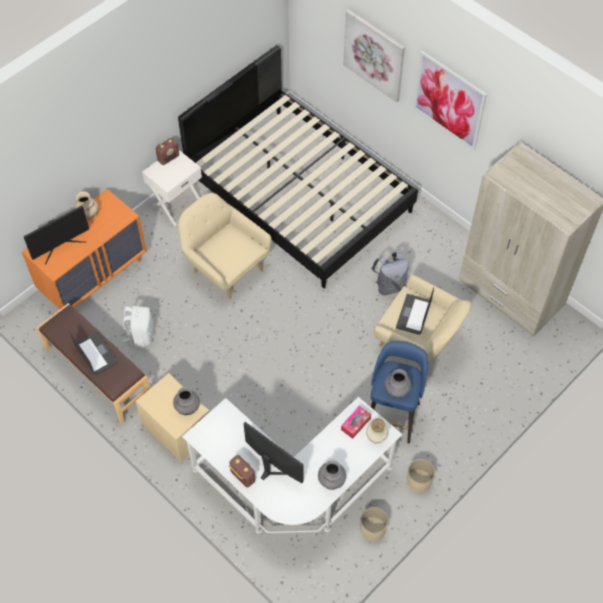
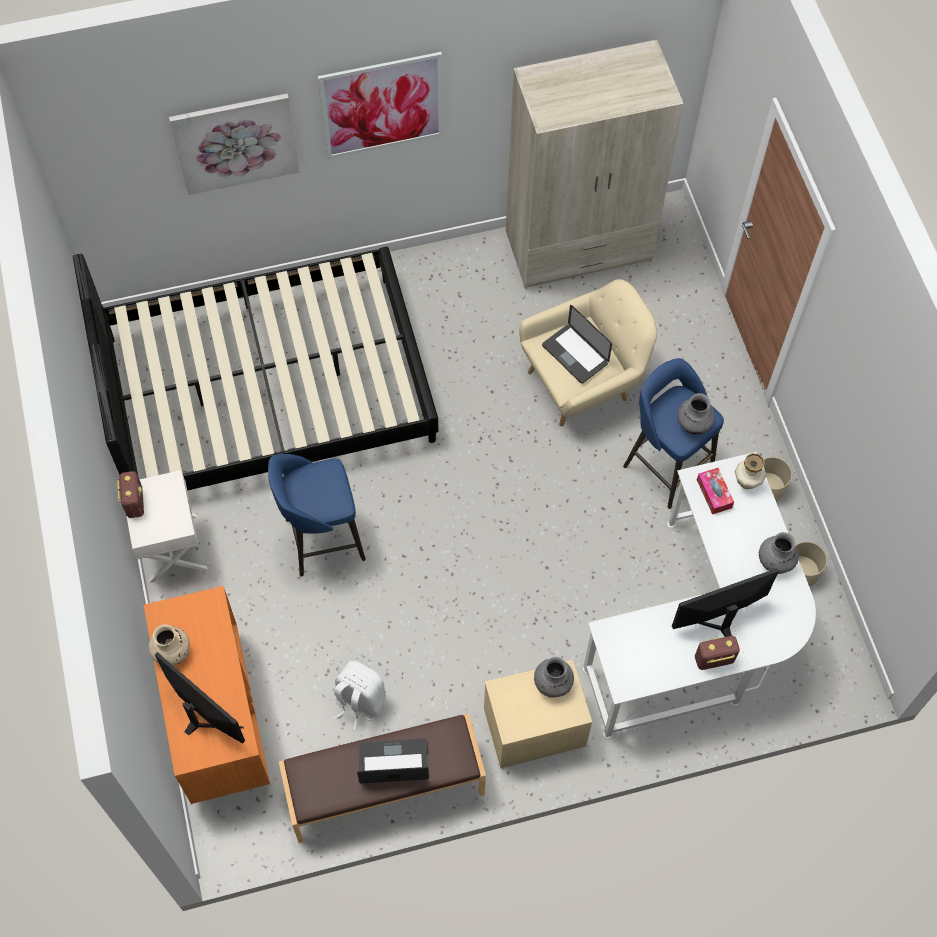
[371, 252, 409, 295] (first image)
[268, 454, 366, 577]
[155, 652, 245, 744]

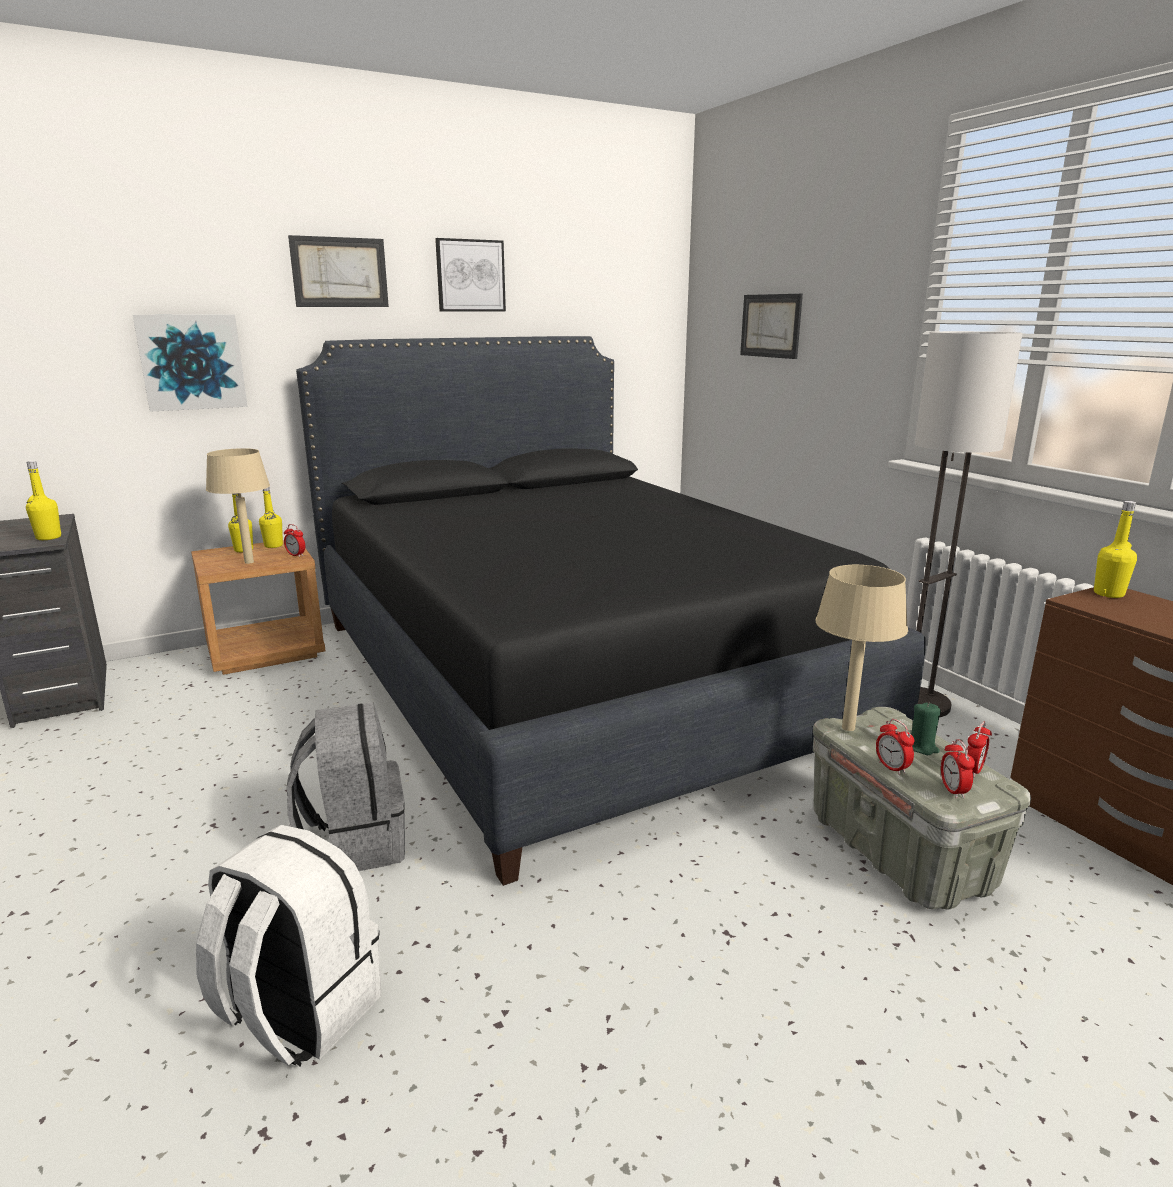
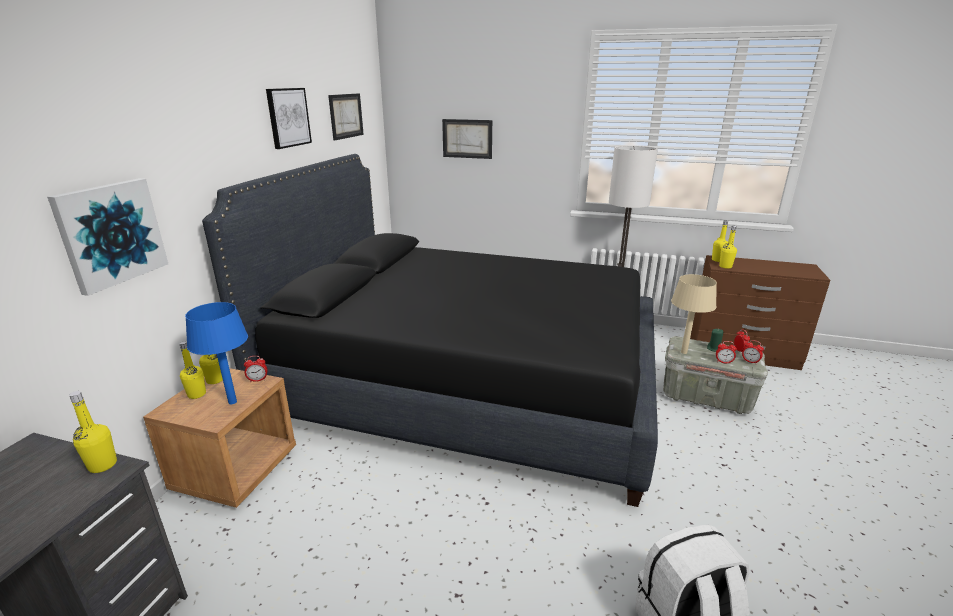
[287, 702, 405, 871] (first image)
[719, 226, 737, 269]
[328, 93, 364, 140]
[185, 302, 248, 404]

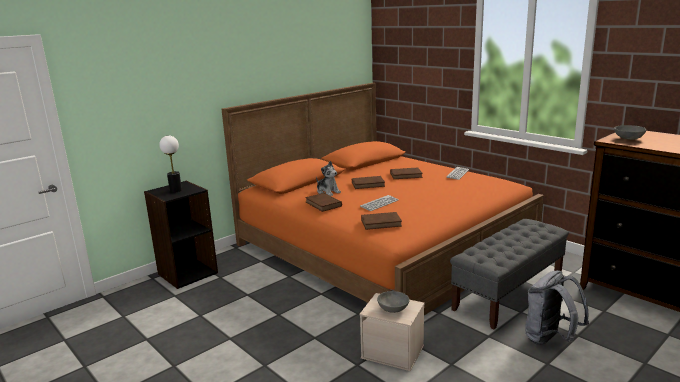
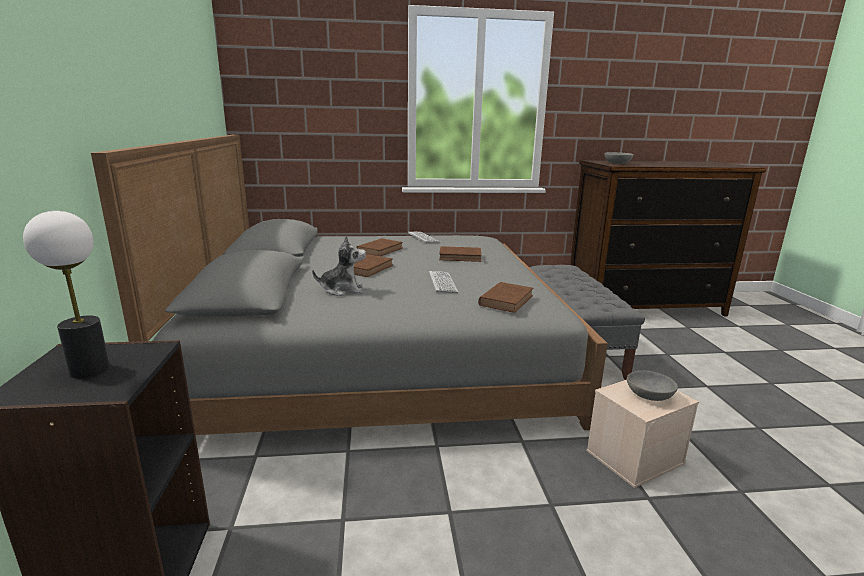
[525, 270, 589, 345] (first image)
[439, 246, 482, 262]
[91, 135, 608, 435]

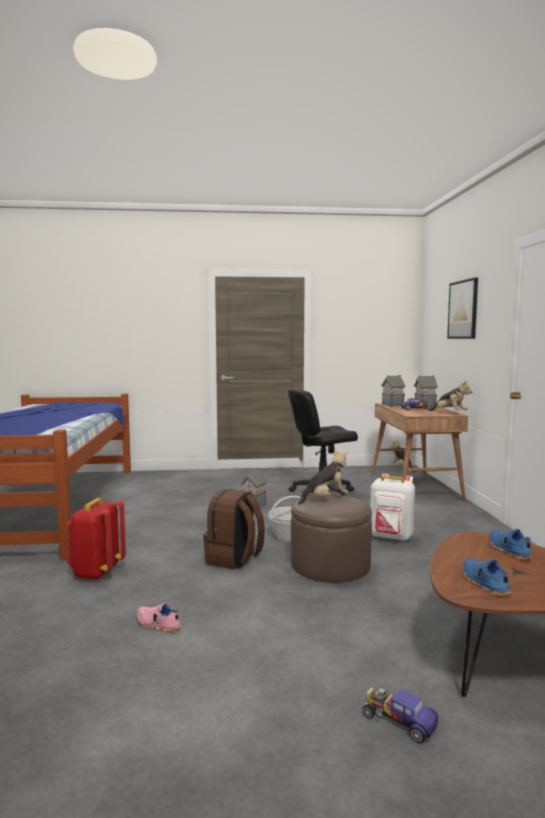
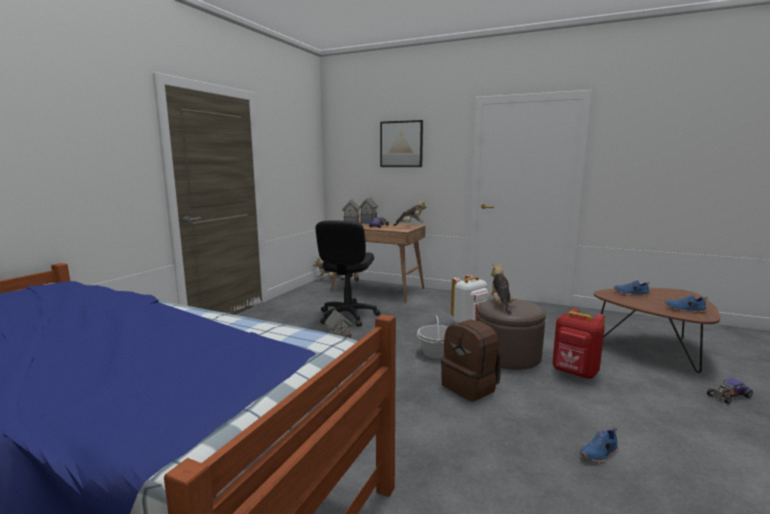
[552, 308, 605, 379]
[580, 427, 618, 463]

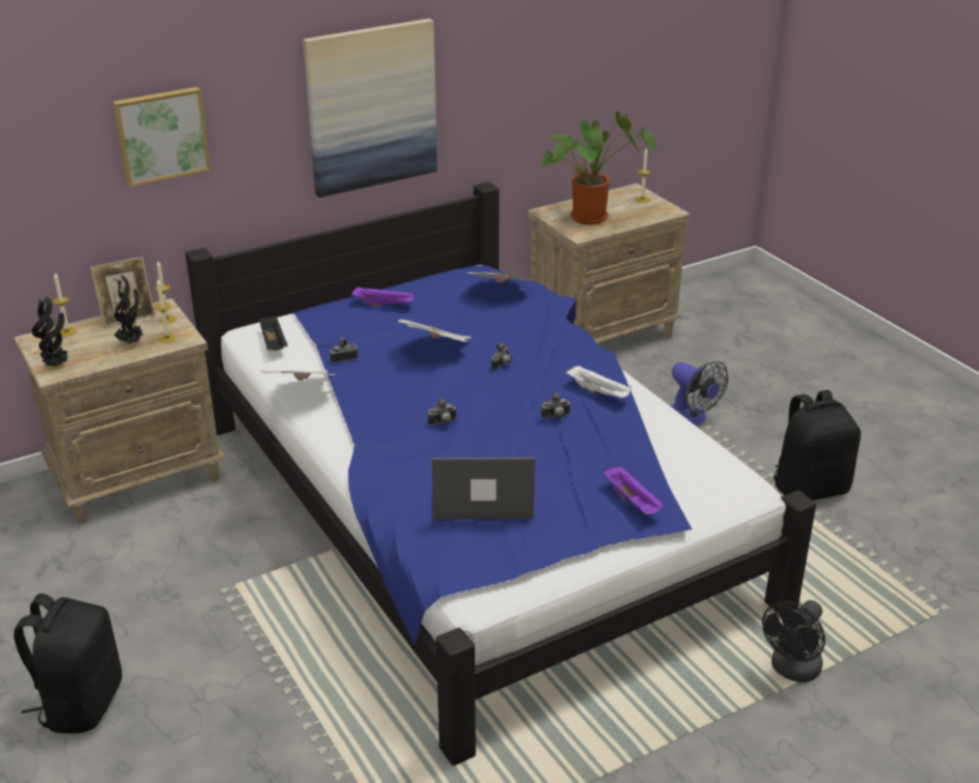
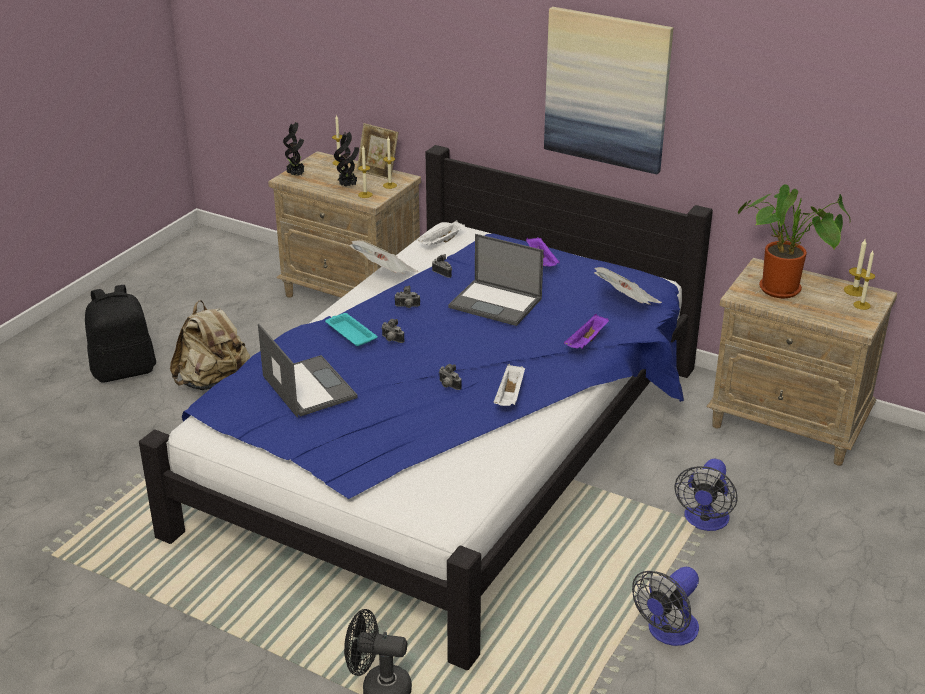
[113, 87, 211, 187] (first image)
[170, 300, 250, 390]
[325, 313, 378, 346]
[844, 239, 867, 296]
[394, 285, 420, 308]
[564, 314, 609, 349]
[448, 234, 544, 326]
[632, 567, 699, 646]
[416, 220, 465, 245]

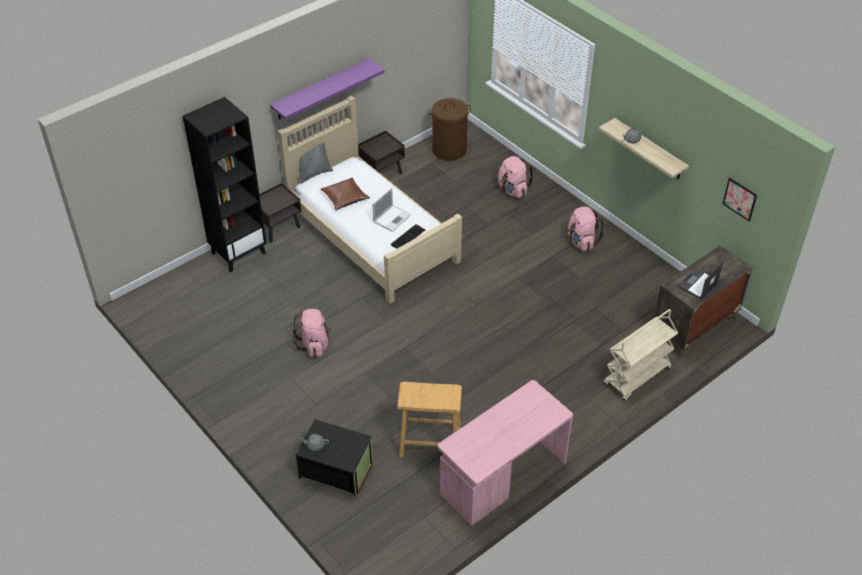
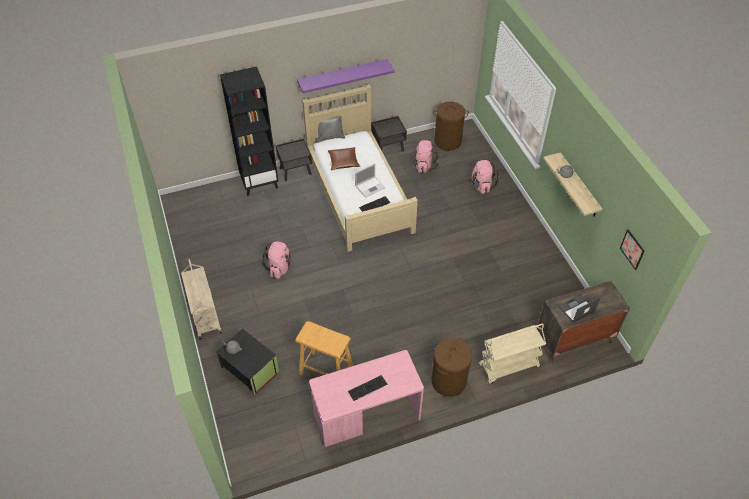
[181, 259, 222, 339]
[348, 375, 387, 401]
[431, 338, 472, 397]
[412, 140, 438, 173]

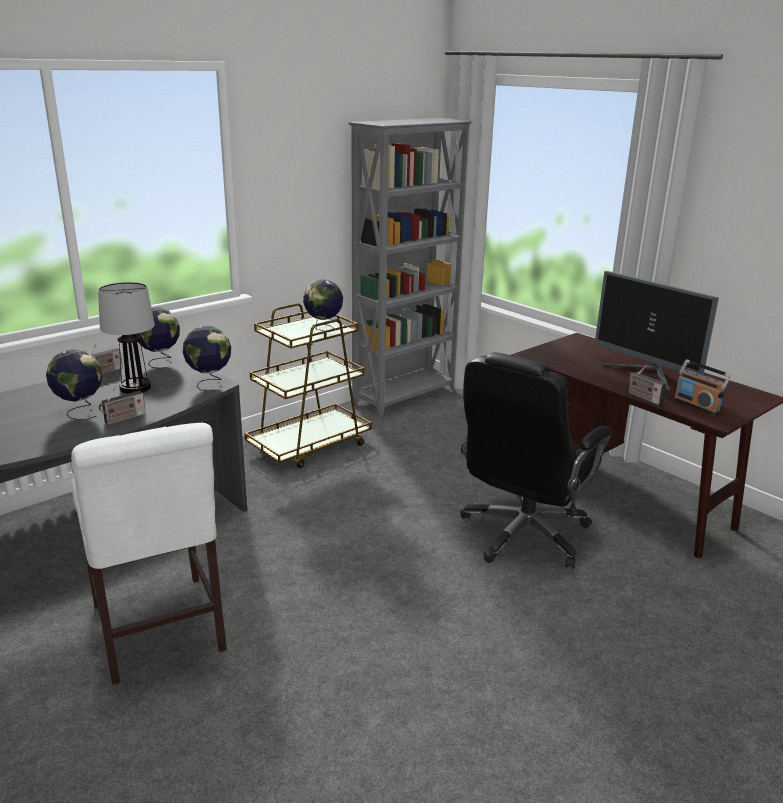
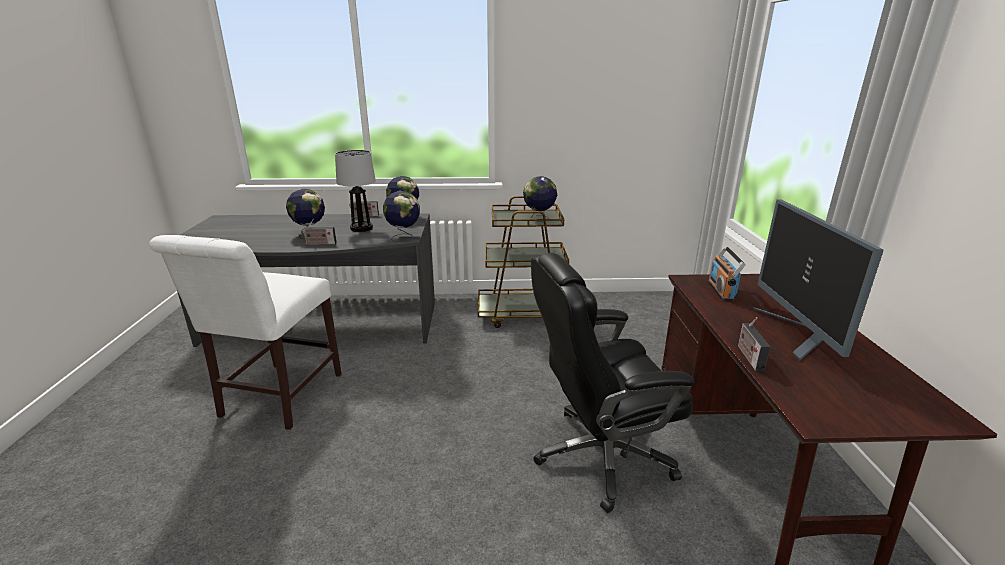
[348, 118, 472, 417] (first image)
[708, 246, 746, 301]

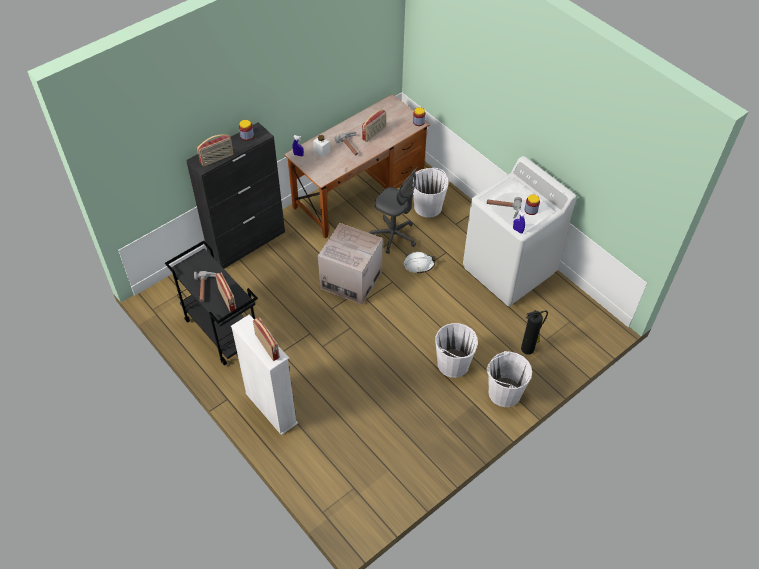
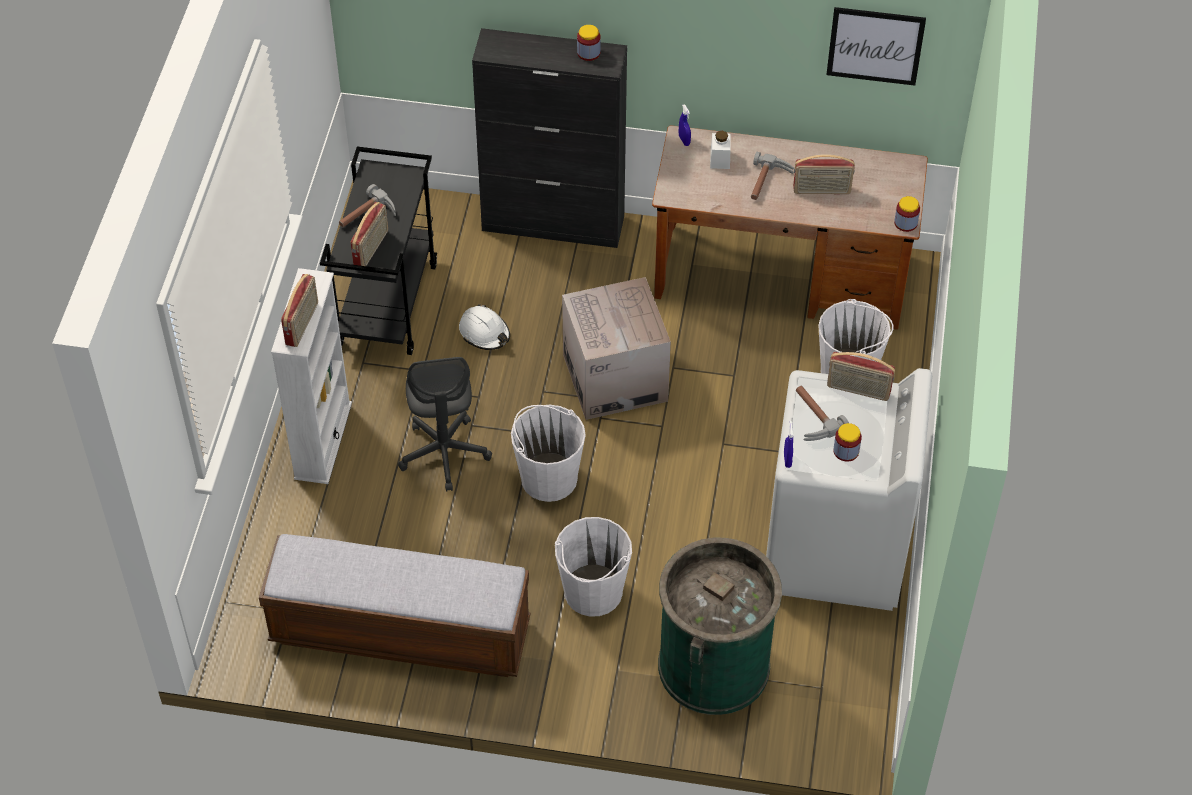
[259, 534, 531, 677]
[826, 7, 926, 86]
[827, 352, 895, 401]
[398, 357, 492, 492]
[459, 304, 510, 350]
[511, 404, 586, 502]
[658, 538, 782, 715]

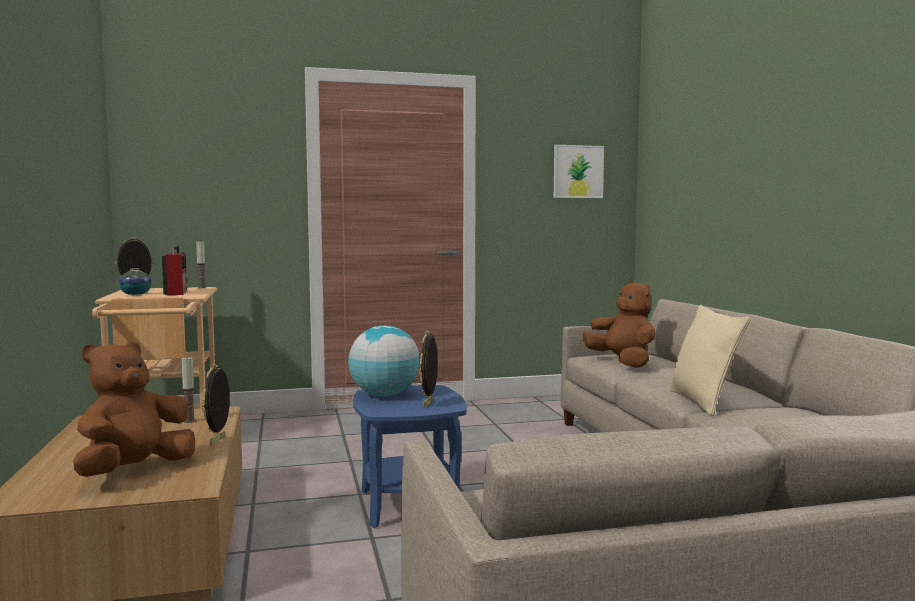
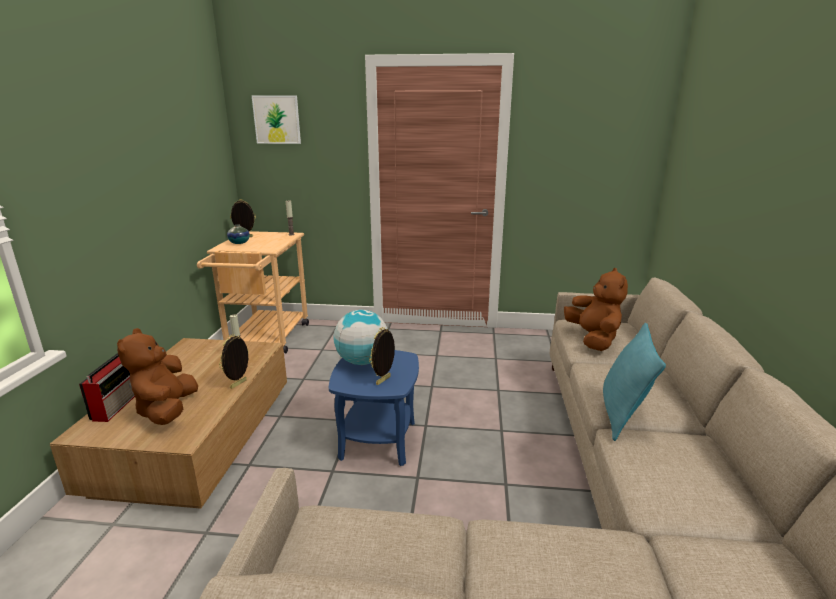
[79, 353, 135, 422]
[252, 95, 301, 144]
[603, 323, 666, 441]
[117, 328, 198, 425]

